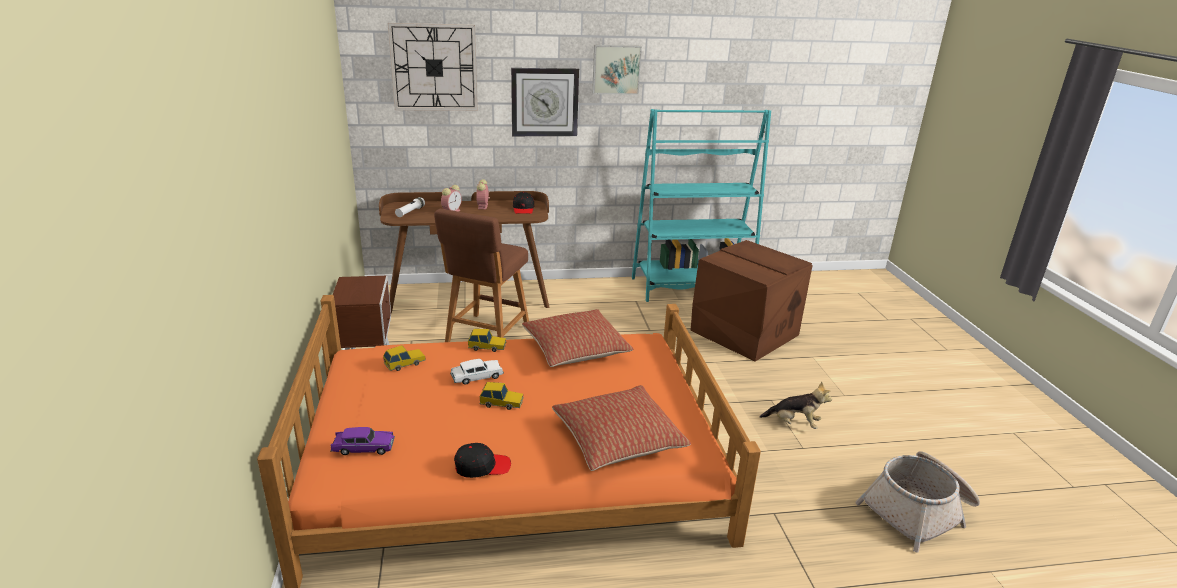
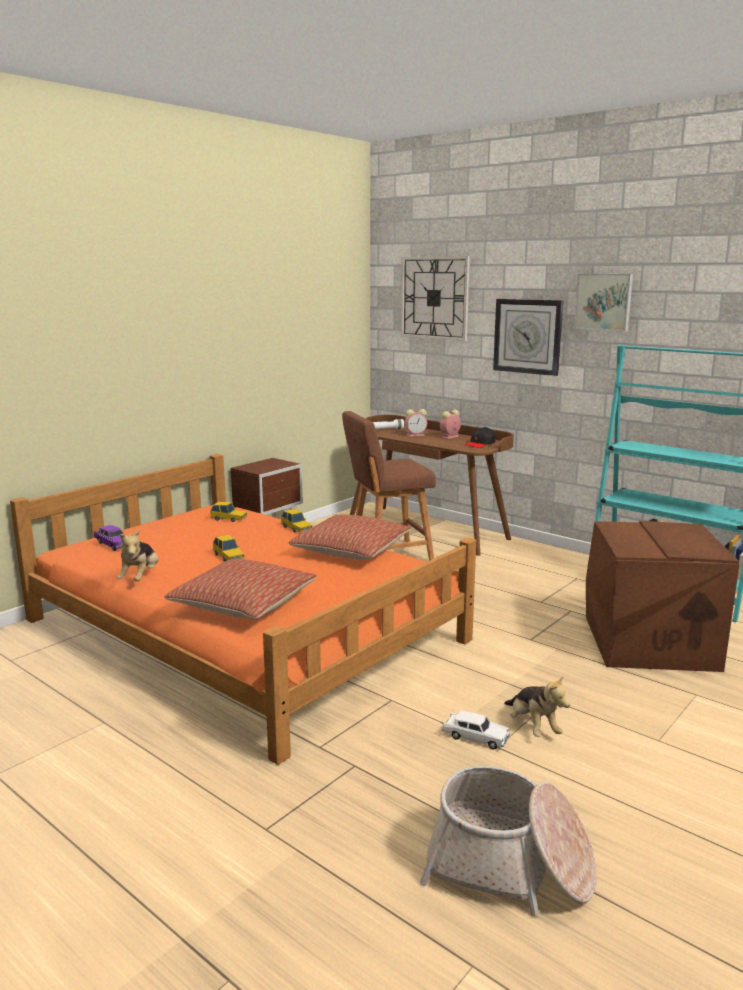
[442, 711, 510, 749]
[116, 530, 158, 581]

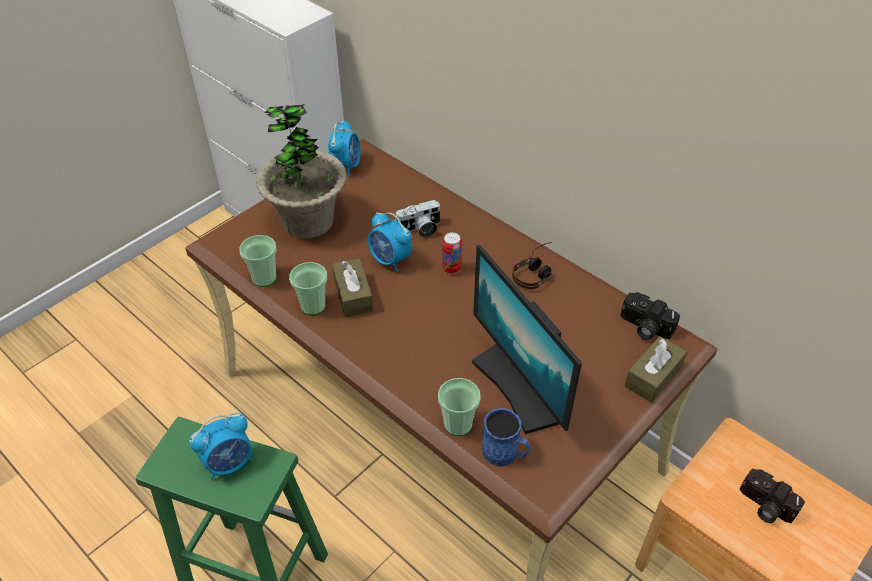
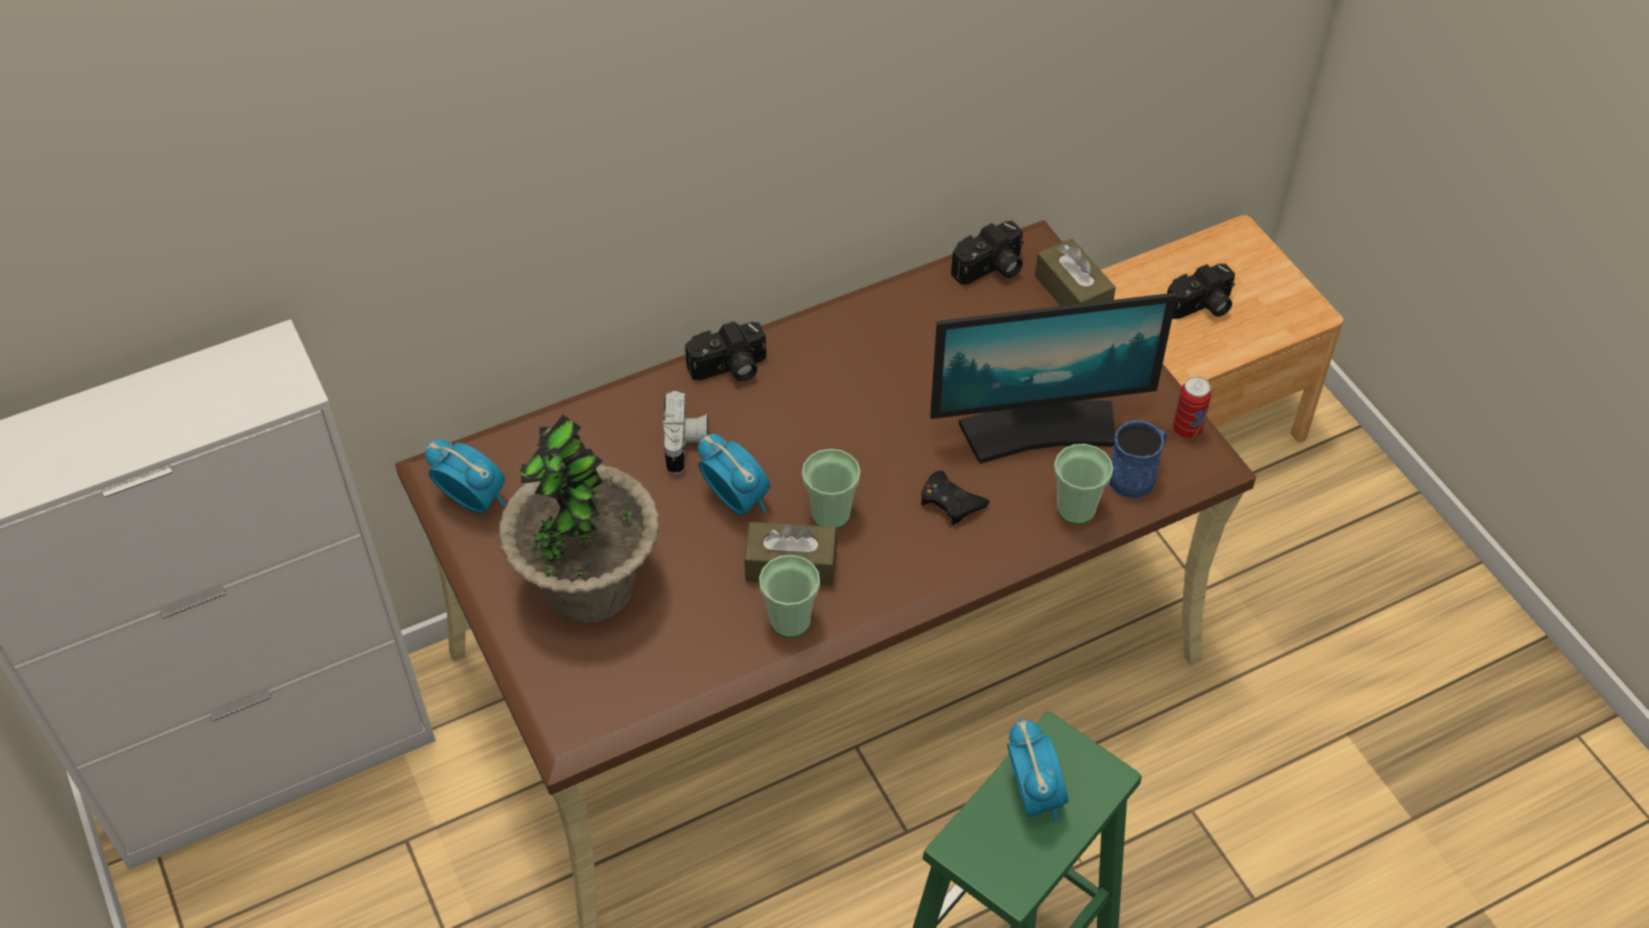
[512, 242, 552, 289] (first image)
[685, 321, 766, 381]
[921, 470, 990, 525]
[802, 449, 860, 529]
[1173, 376, 1211, 439]
[698, 434, 770, 515]

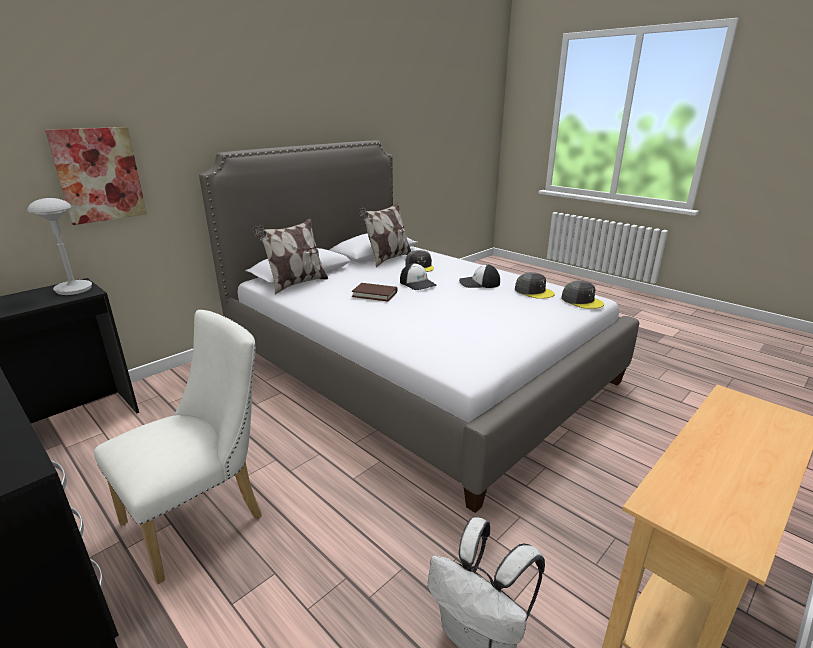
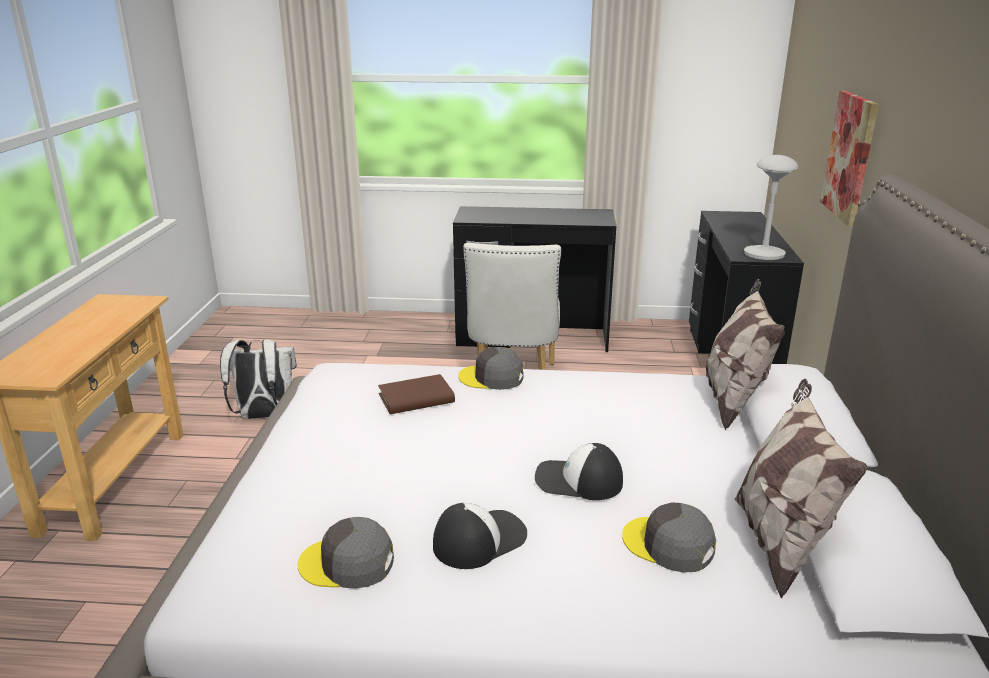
[378, 374, 455, 414]
[458, 347, 524, 390]

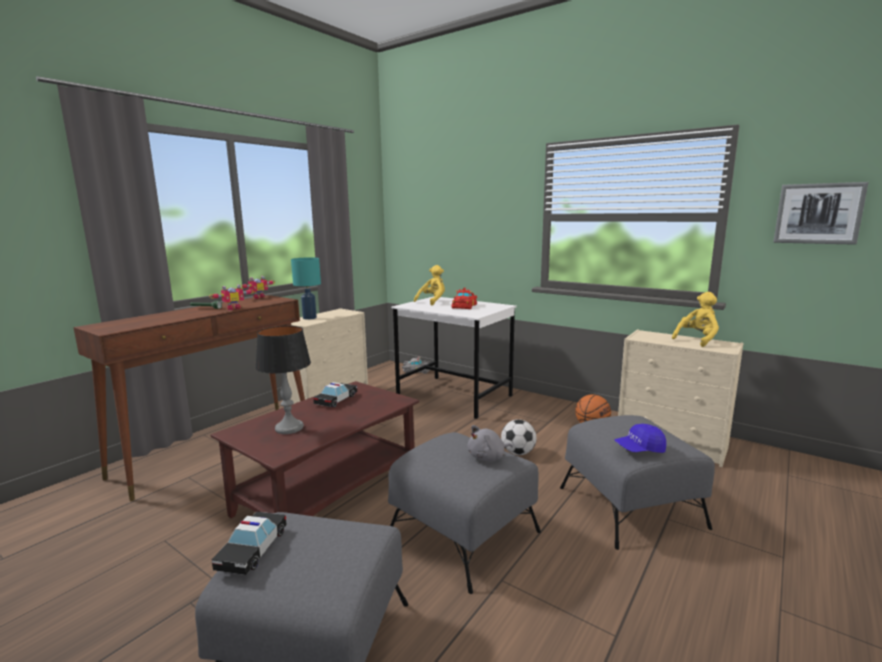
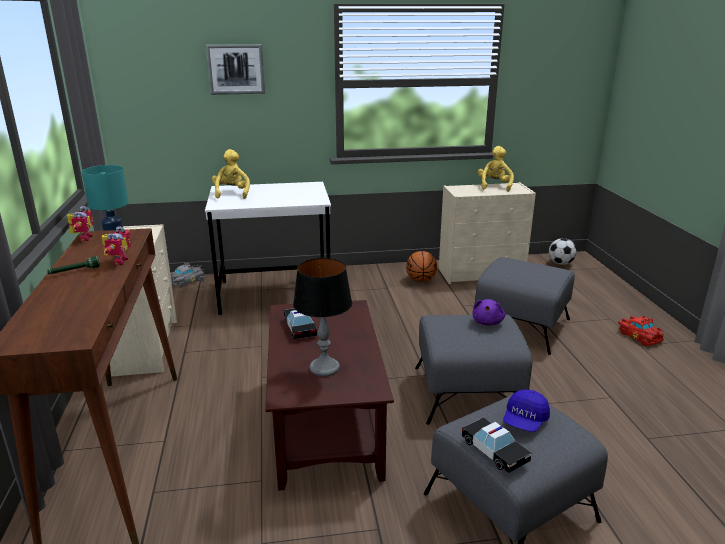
[618, 316, 665, 346]
[549, 238, 577, 265]
[503, 389, 550, 432]
[206, 44, 265, 95]
[472, 299, 505, 325]

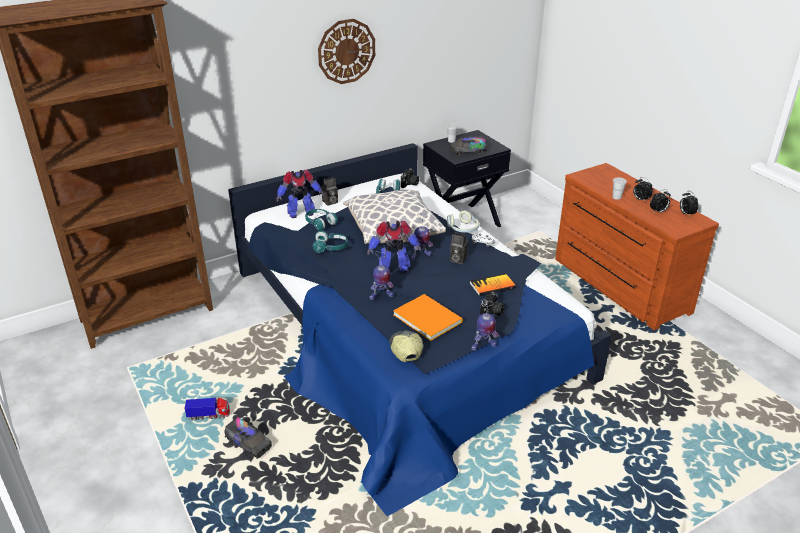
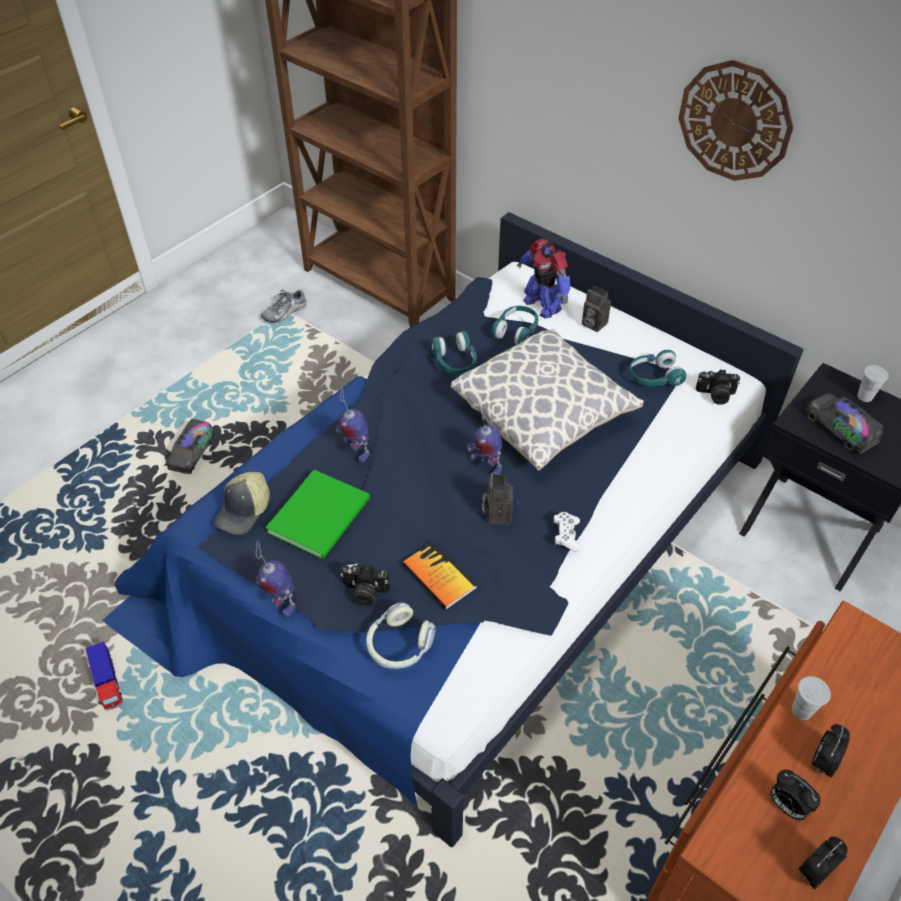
[367, 221, 421, 273] (first image)
[261, 288, 307, 323]
[85, 641, 123, 711]
[366, 603, 436, 669]
[266, 470, 370, 559]
[214, 472, 270, 535]

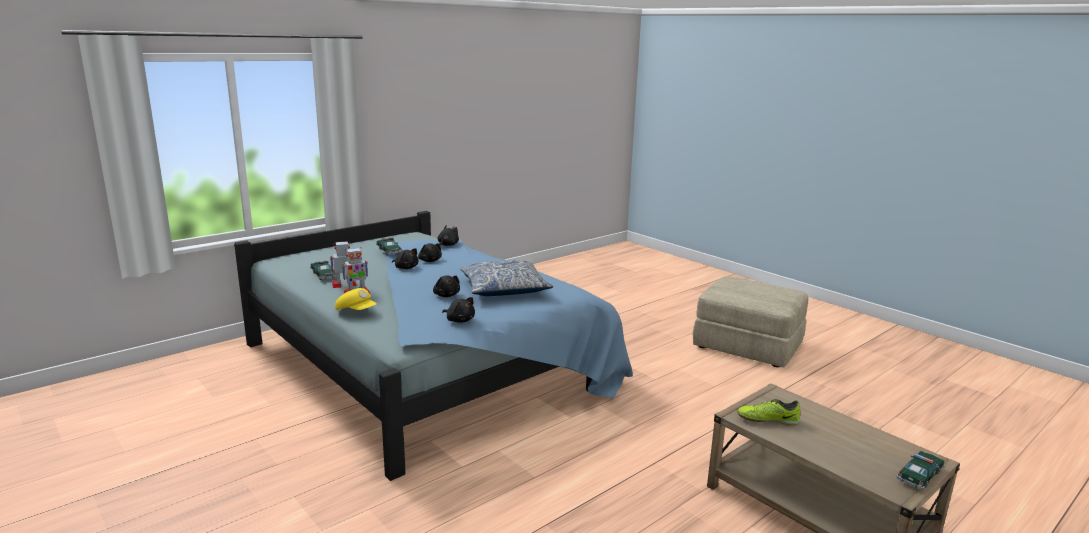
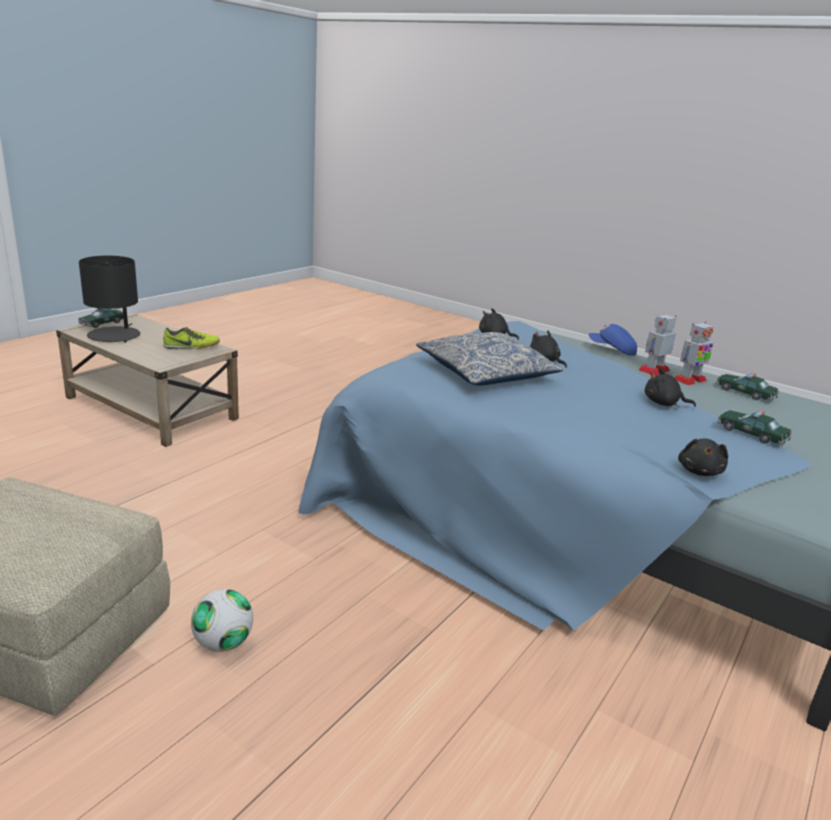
[418, 243, 442, 262] (first image)
[79, 256, 140, 342]
[191, 589, 253, 652]
[588, 324, 637, 356]

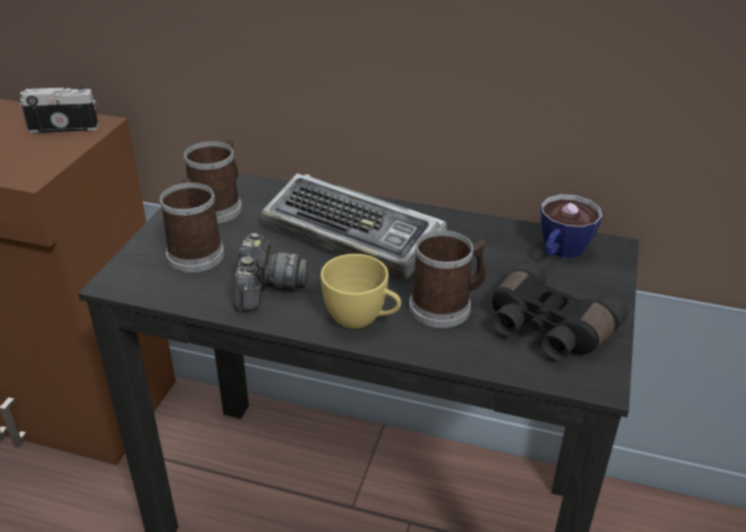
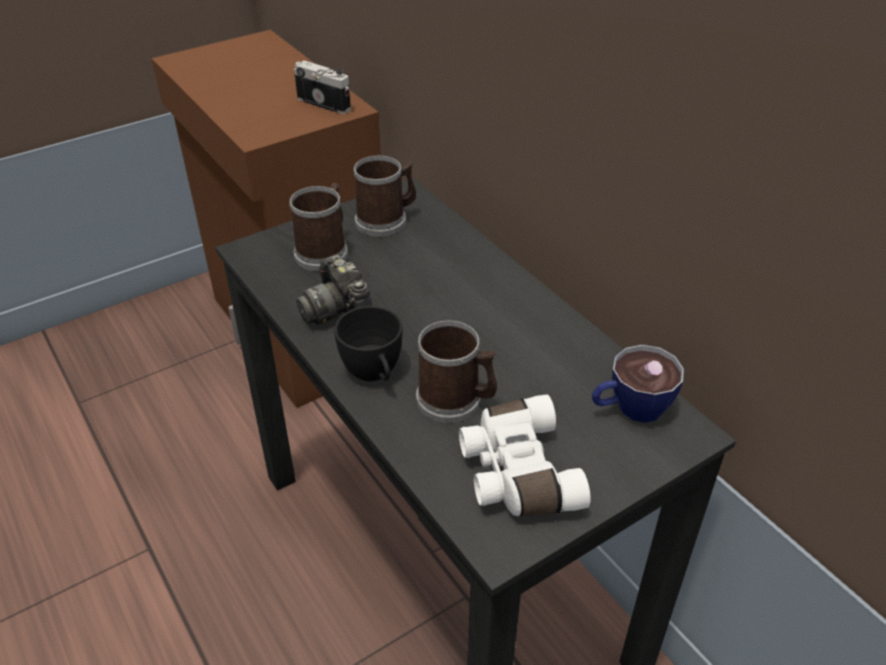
[261, 173, 447, 280] (first image)
[334, 306, 402, 381]
[459, 394, 590, 516]
[296, 254, 372, 325]

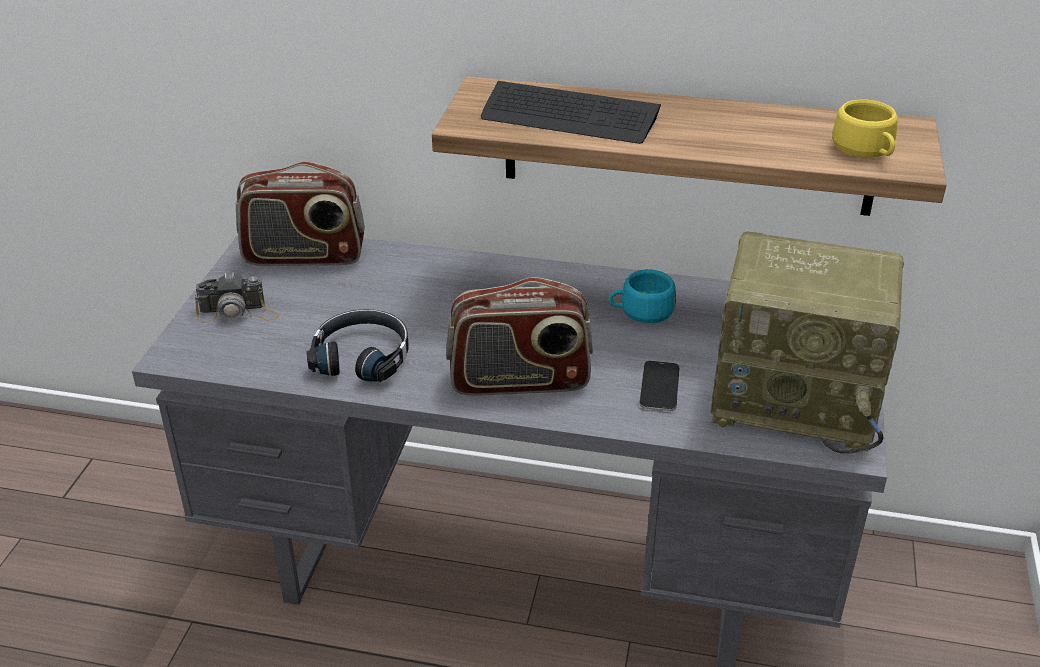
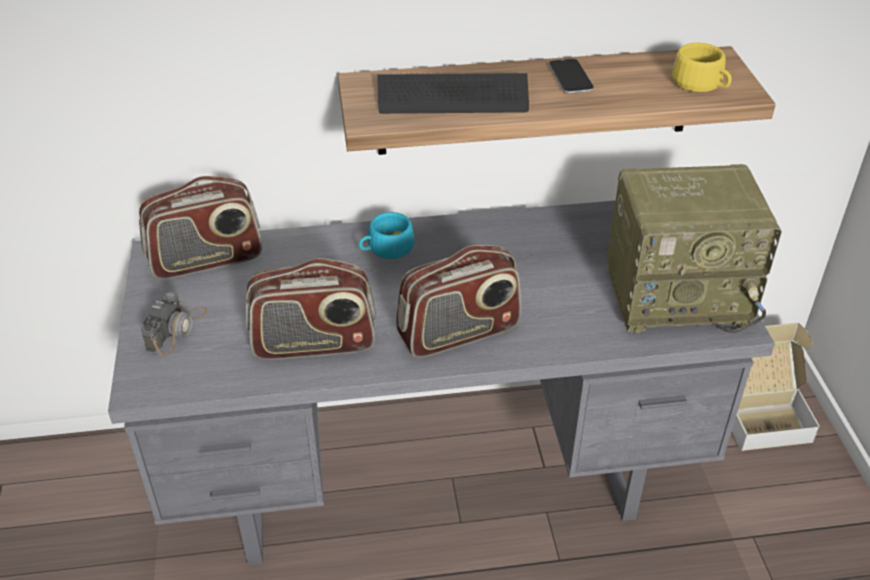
[732, 323, 820, 451]
[359, 212, 414, 259]
[549, 59, 594, 93]
[246, 258, 376, 360]
[141, 292, 208, 356]

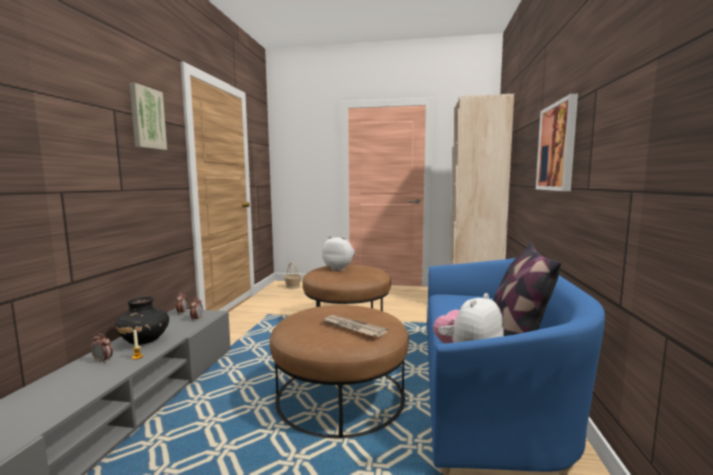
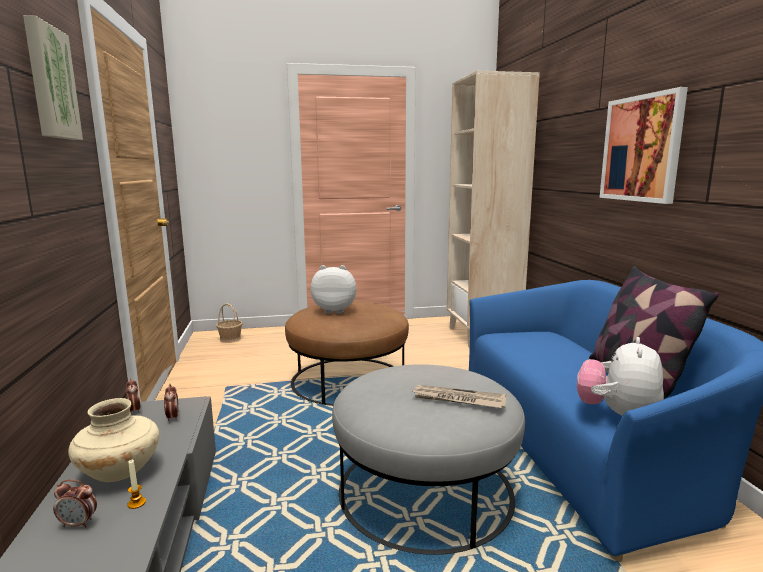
[68, 398, 159, 482]
[332, 364, 525, 555]

